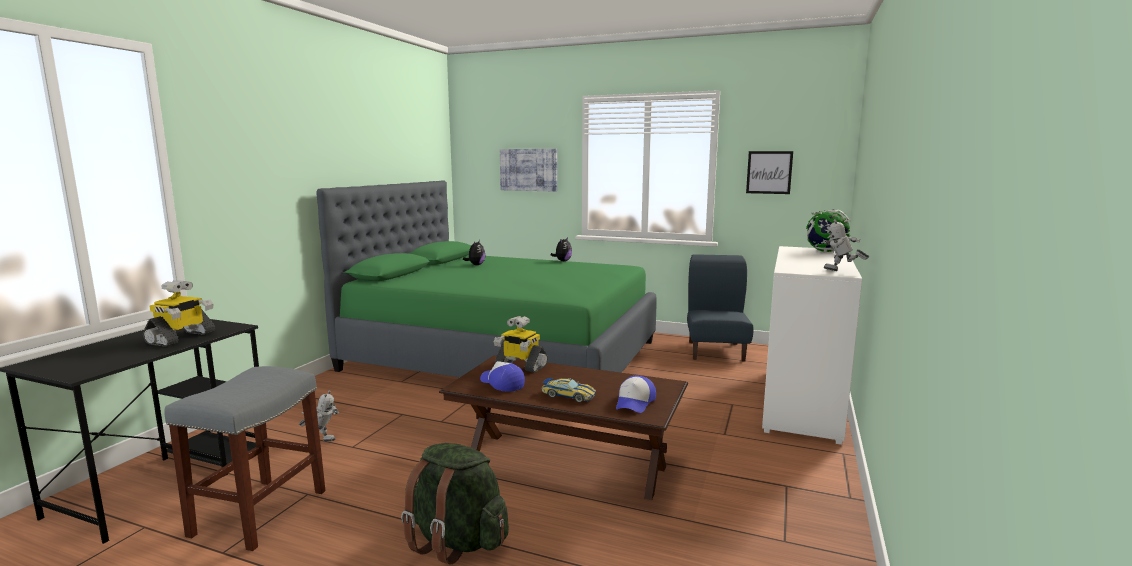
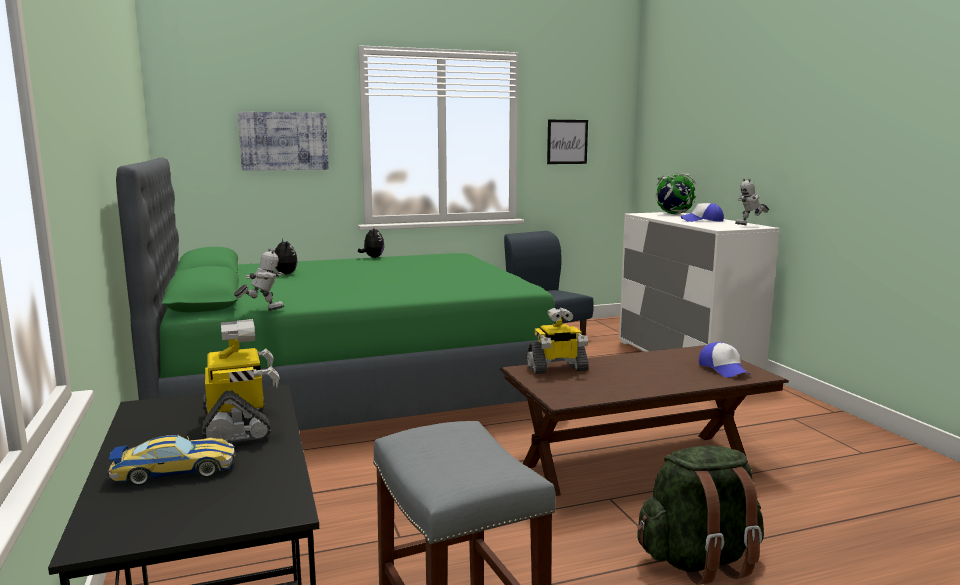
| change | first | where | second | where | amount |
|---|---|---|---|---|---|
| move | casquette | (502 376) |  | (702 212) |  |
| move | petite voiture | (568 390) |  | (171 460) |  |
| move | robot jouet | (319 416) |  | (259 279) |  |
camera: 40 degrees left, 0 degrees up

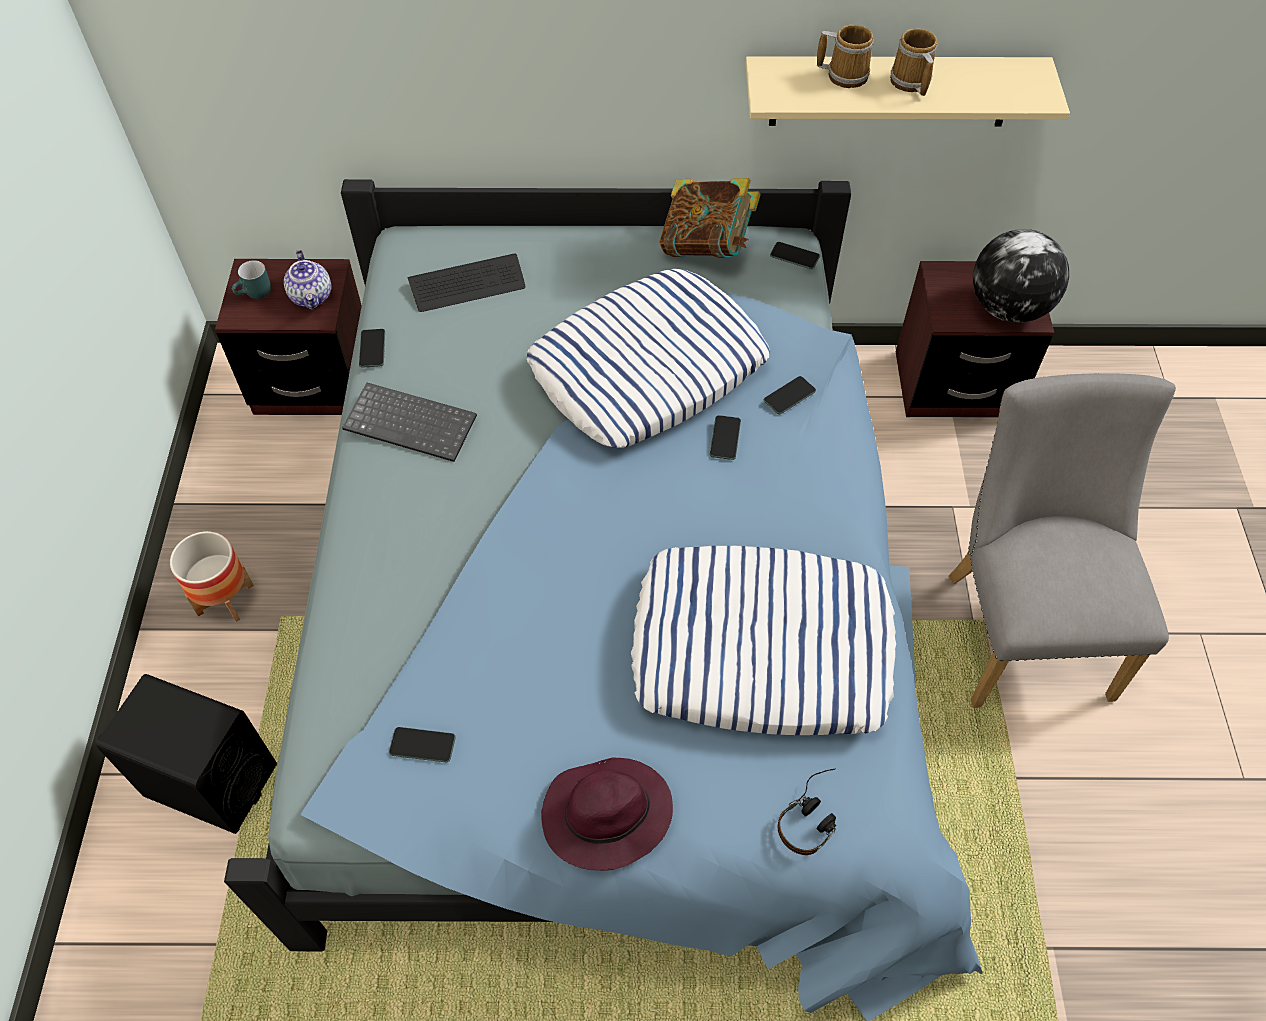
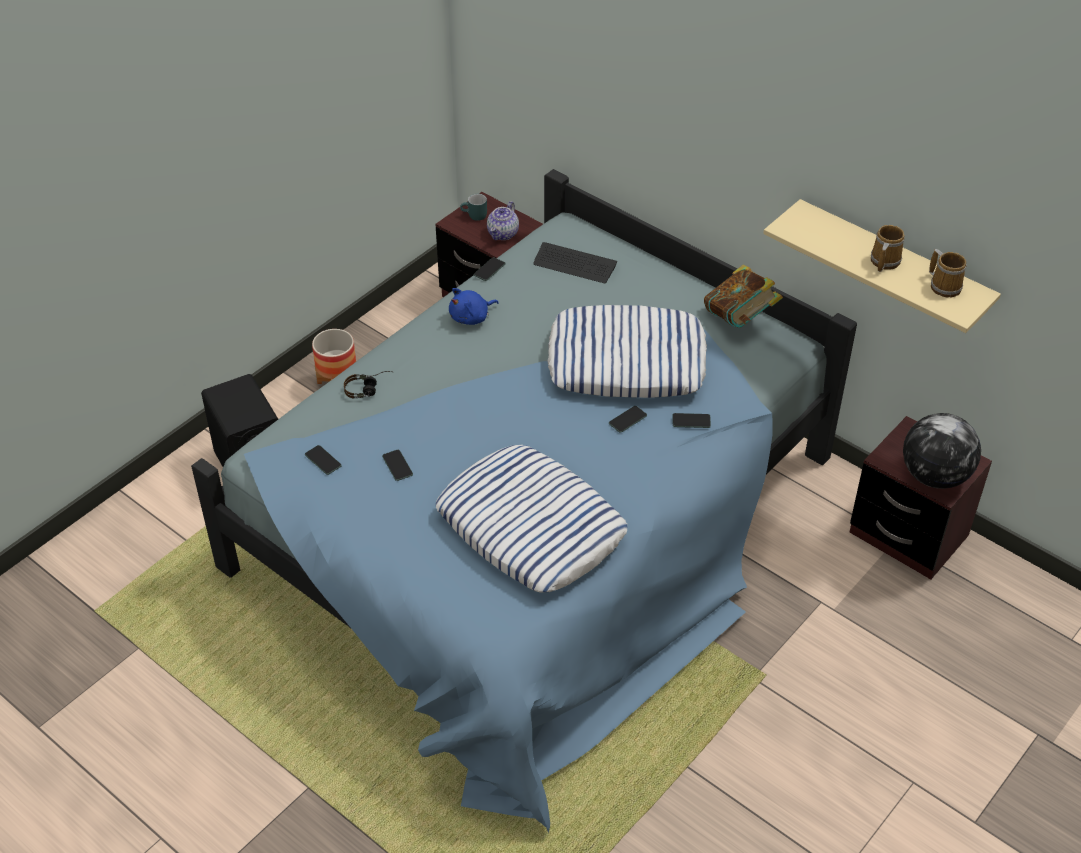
| change | first | where | second | where | amount |
|---|---|---|---|---|---|
| move | mug | (845 56) |  | (948 273) |  |
| move | téléphone | (795 255) |  | (397 465) |  |
| delete | chaise/gris | (1062 540) |  |  |  |
| replace | clavier | (409 422) | peluche/bleu | (474 306) |  |
| delete | chapeau/violet | (607 814) |  |  |  |
| move | casque audio | (807 812) |  | (369 385) |  |
camera: 40 degrees right, 10 degrees down

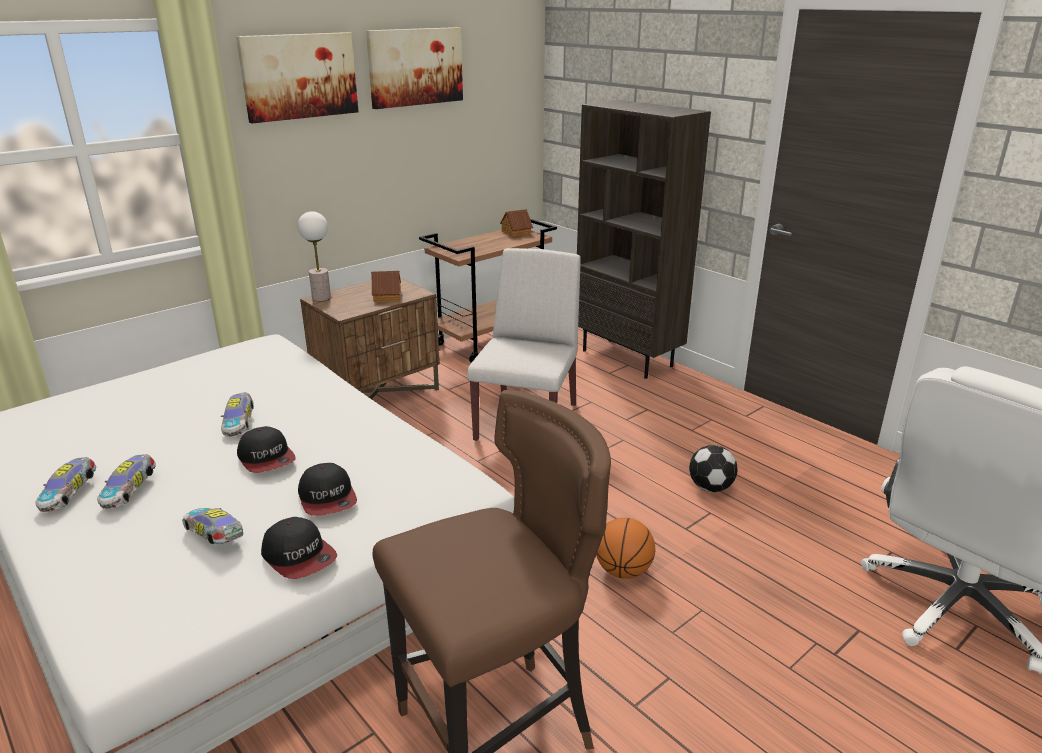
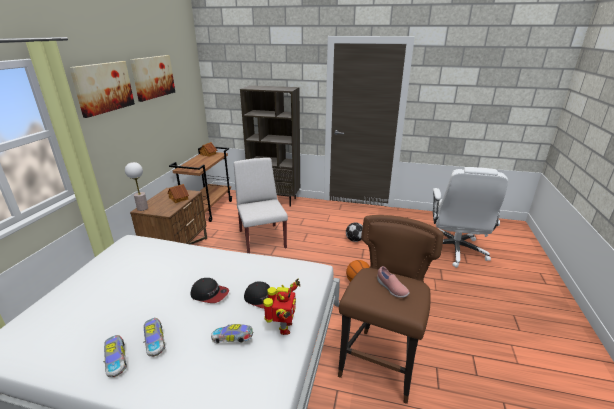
| change | first | where | second | where | amount |
|---|---|---|---|---|---|
| delete | petite voiture | (237 414) |  |  |  |
| replace | casquette | (299 548) | robot jouet | (281 307) |  |
| insert |  |  | chaussure/rose | (393 282) |  |
camera: 35 degrees left, 0 degrees up

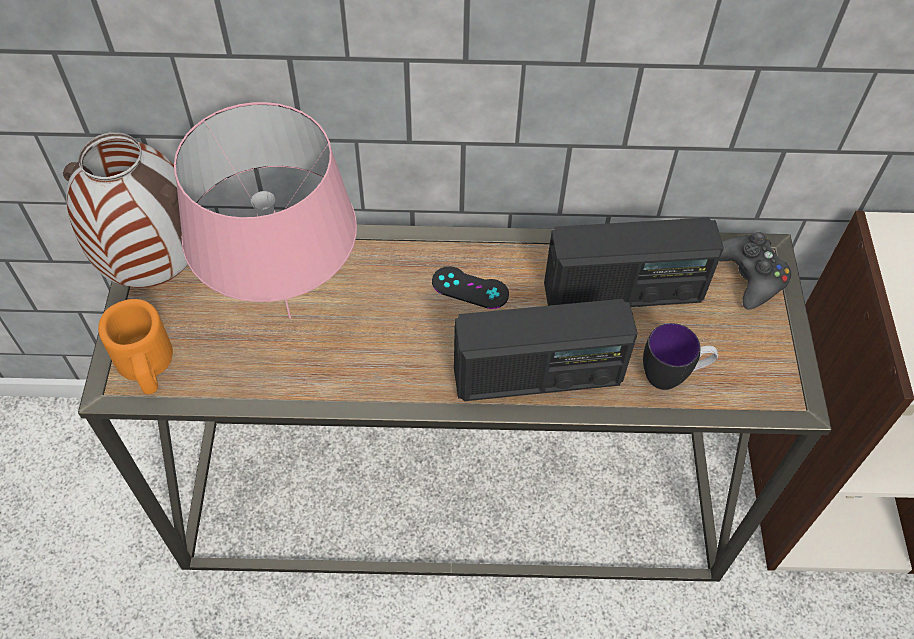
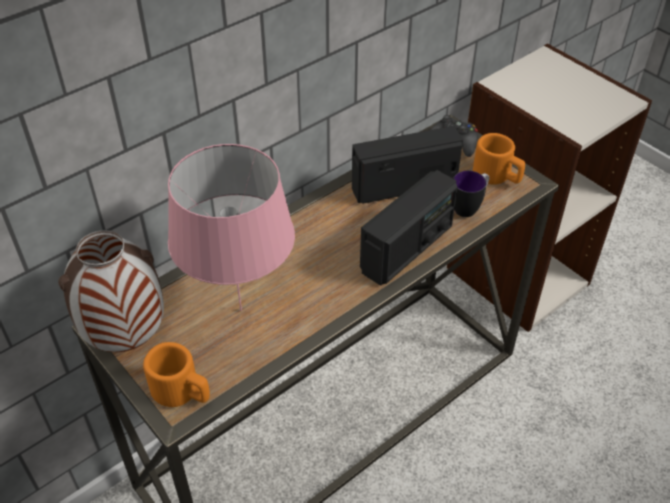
| change | first | where | second | where | amount |
|---|---|---|---|---|---|
| rotate | radio | (634 262) |  | (407 165) | 150 degrees counterclockwise |
| delete | manette/noir | (470 287) |  |  |  |
| insert |  |  | mug/orange | (499 159) |  |
camera: 40 degrees left, 10 degrees down

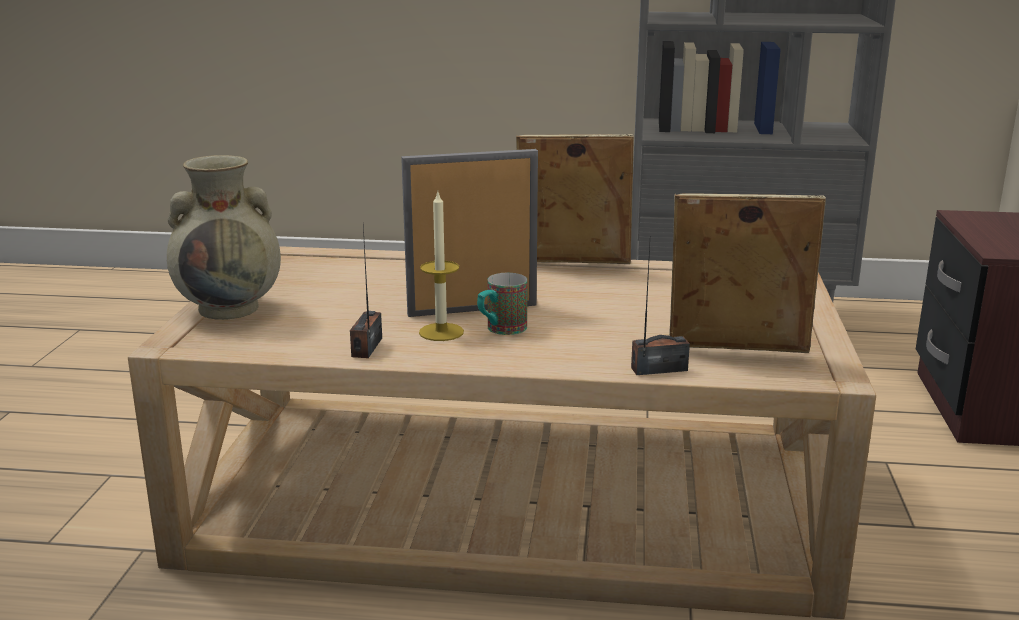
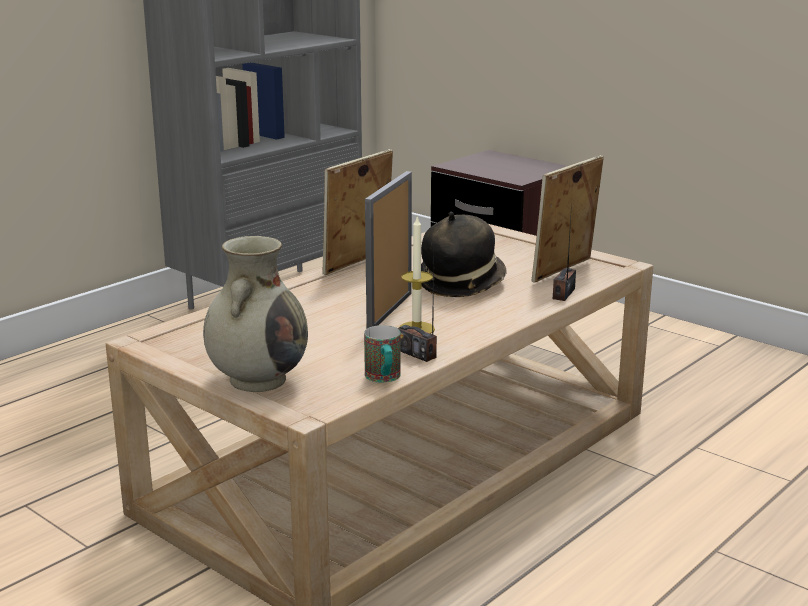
| change | first | where | second | where | amount |
|---|---|---|---|---|---|
| move | mug | (502 304) |  | (382 354) |  |
| insert |  |  | chapeau | (464 254) |  |
camera: 55 degrees left, 0 degrees up

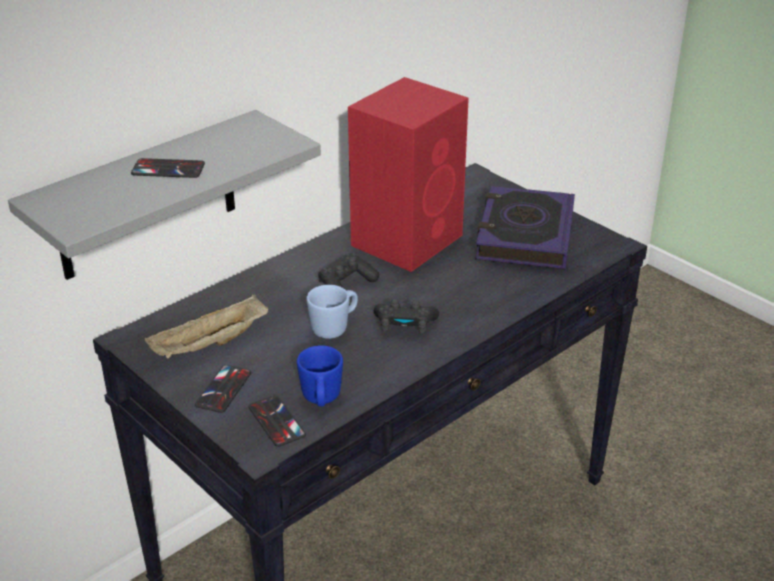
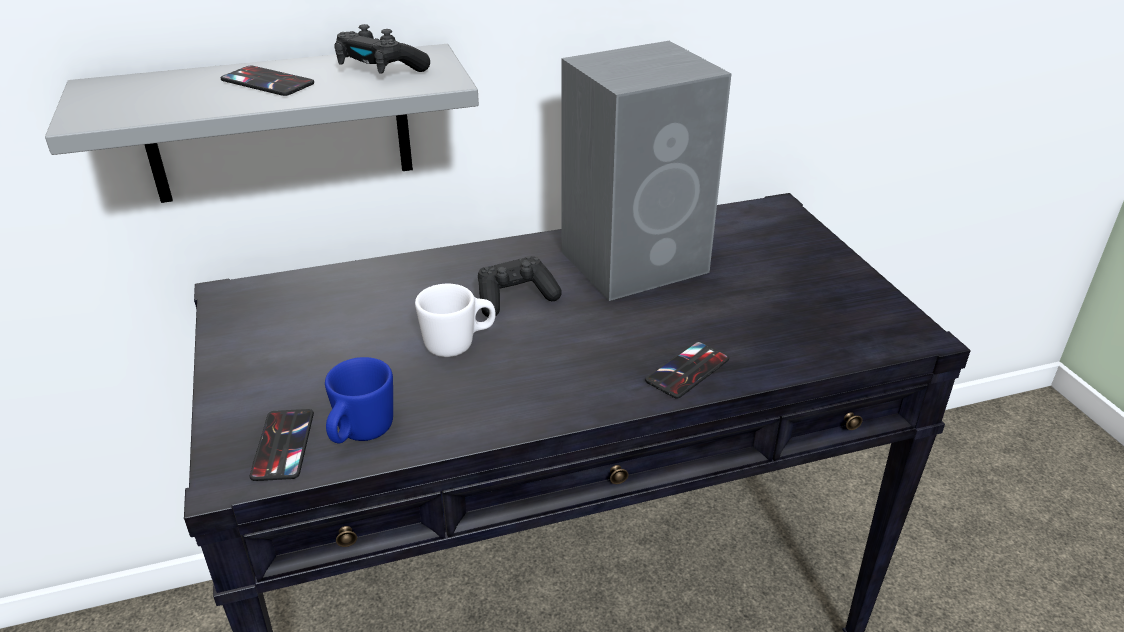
| change | first | where | second | where | amount |
|---|---|---|---|---|---|
| recolor | enceinte/rouge | (408 174) | enceinte/gris | (646 171) |  |
| delete | livre | (525 227) |  |  |  |
| recolor | mug/bleu | (332 312) | mug/blanc | (455 320) |  |
| delete | plateau/beige | (206 326) |  |  |  |
| move | manette/noir | (406 316) |  | (382 49) |  |
| move | téléphone | (223 389) |  | (687 369) |  |
camera: 25 degrees right, 0 degrees up

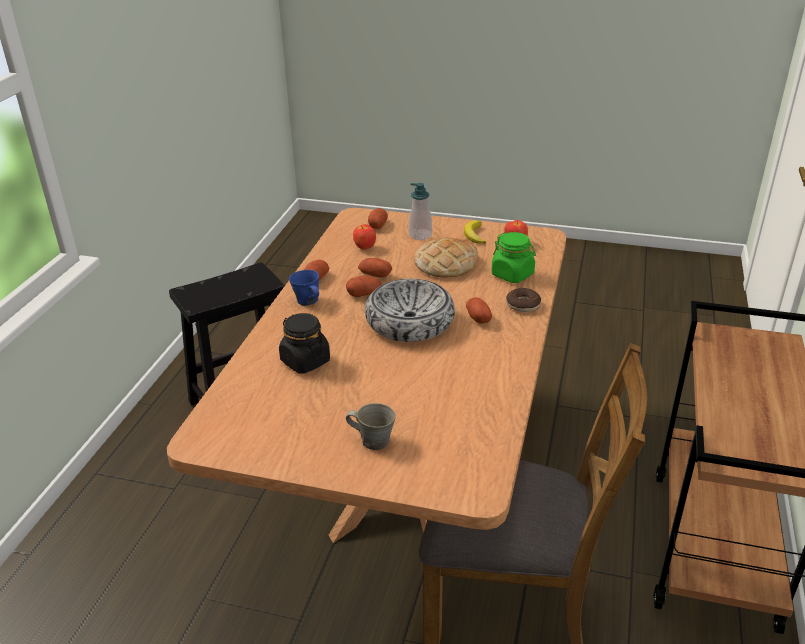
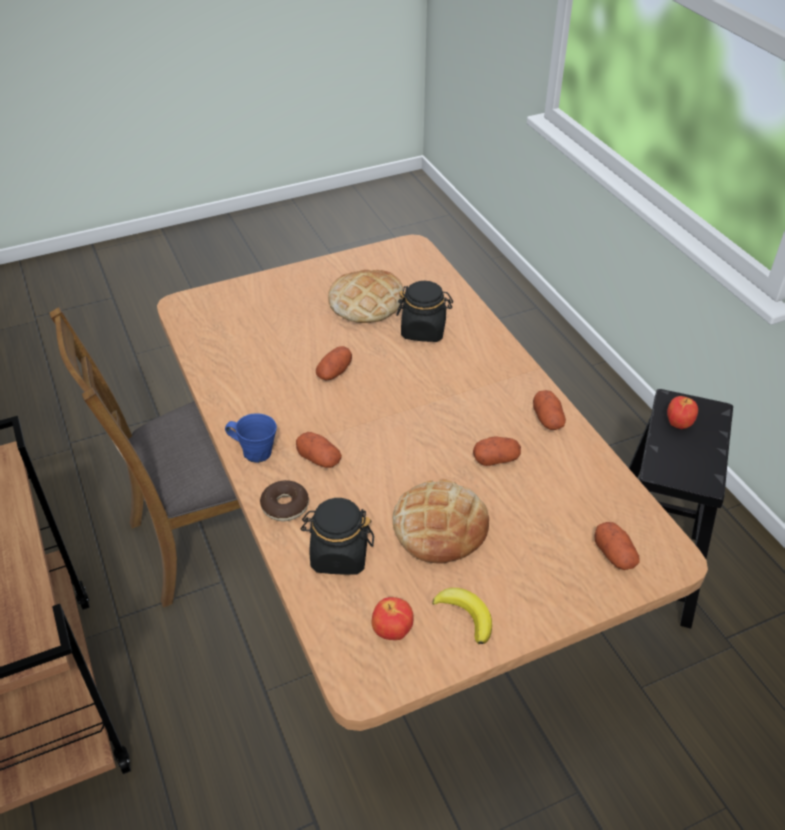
| change | first | where | second | where | amount |
|---|---|---|---|---|---|
| delete | distributeur de savon | (420 211) |  |  |  |
| move | pomme | (364 237) |  | (682 412) |  |
| recolor | bocal/vert | (513 257) | bocal/noir | (337 536) |  |
| move | mug/bleu | (304 288) |  | (251 438) |  |
| move | pomme de terre | (364 286) |  | (334 363) |  |
| delete | bol | (410 310) |  |  |  |
| delete | mug/gris | (371 426) |  |  |  |
| insert |  |  | pain | (365 296) |  |
camera: 140 degrees right, 10 degrees up

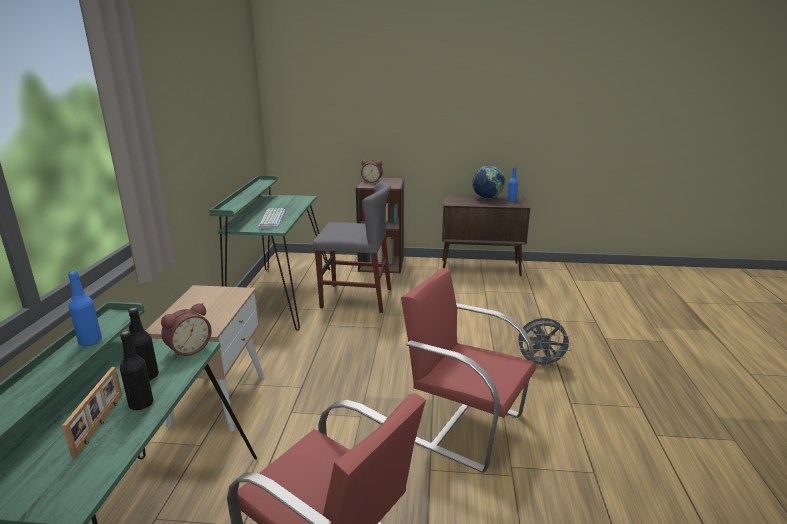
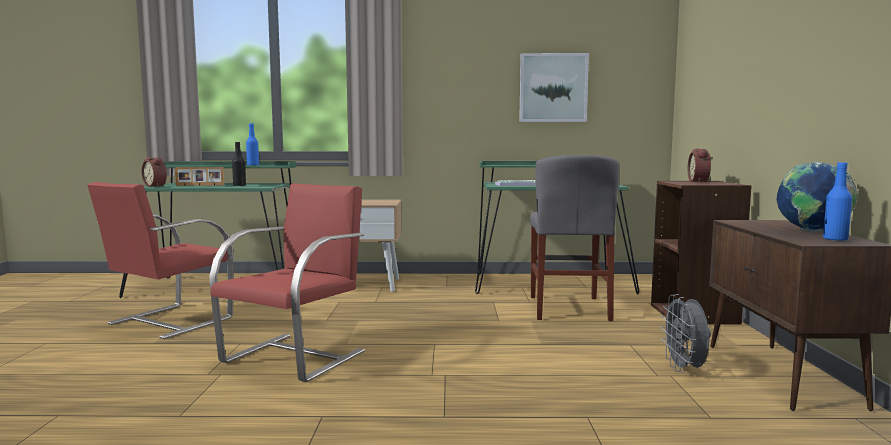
| change | first | where | second | where | amount |
|---|---|---|---|---|---|
| move | réveil | (186 330) |  | (154 172) |  |
| move | ventilateur/gris | (544 343) |  | (685 333) |  |
| delete | bouteille/noir | (136 370) |  |  |  |
| insert |  |  | tableau | (554 87) |  |
camera: 85 degrees right, 15 degrees down

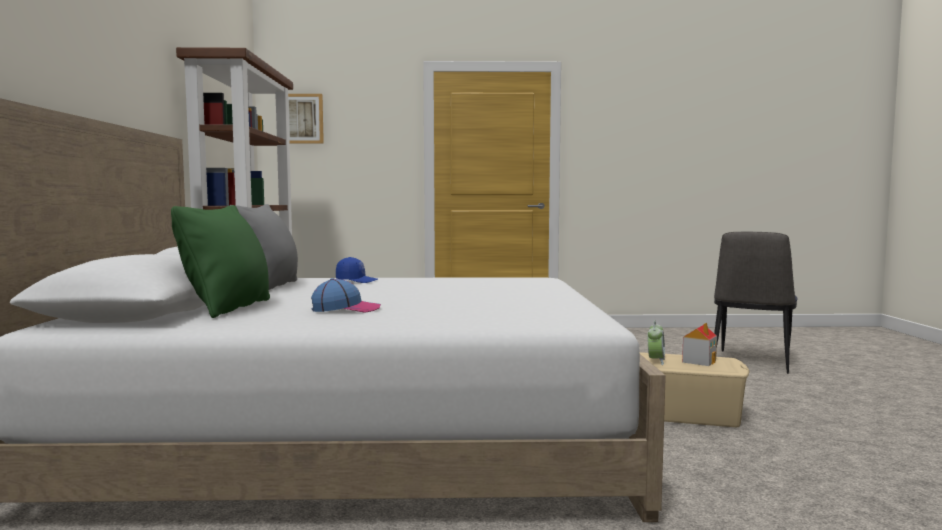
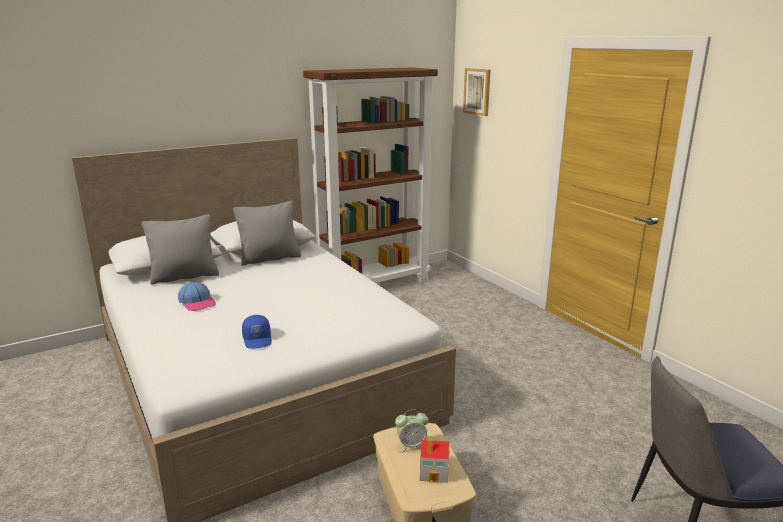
| change | first | where | second | where | amount |
|---|---|---|---|---|---|
| recolor | coussin/vert | (220 261) | coussin/gris | (180 249) |  |
| move | casquette/bleu | (357 270) |  | (257 332) |  |
camera: 60 degrees right, 15 degrees up

